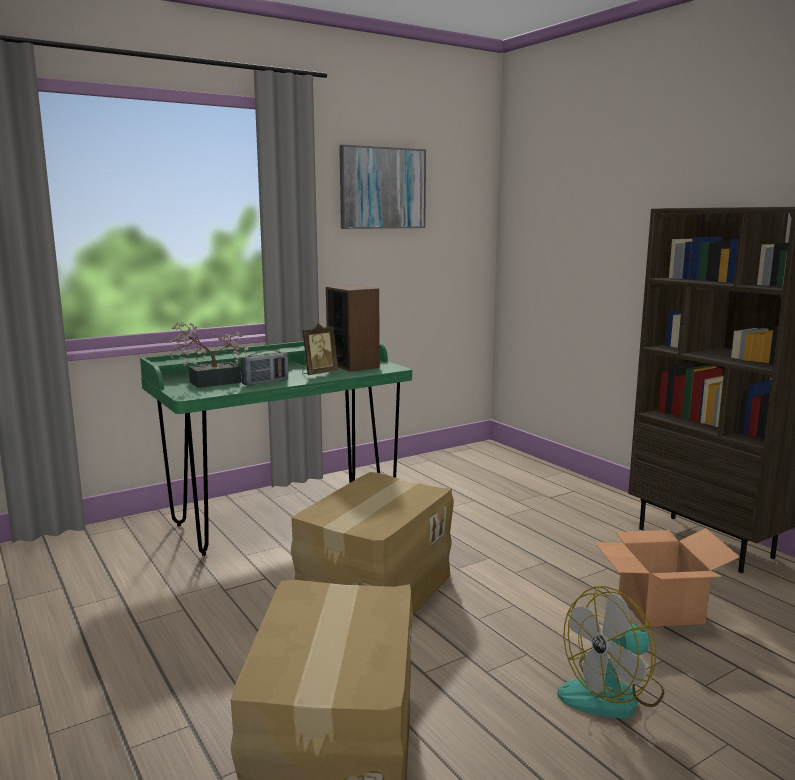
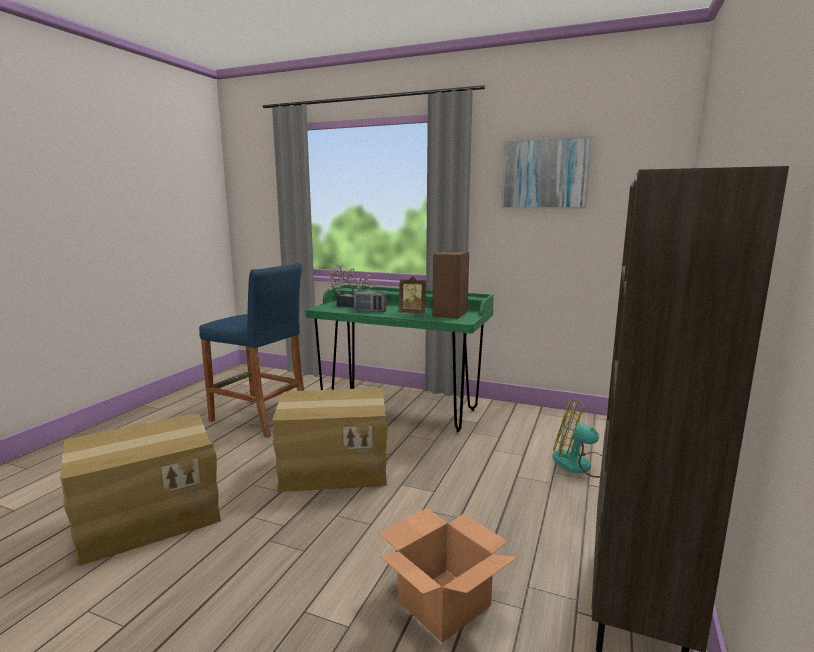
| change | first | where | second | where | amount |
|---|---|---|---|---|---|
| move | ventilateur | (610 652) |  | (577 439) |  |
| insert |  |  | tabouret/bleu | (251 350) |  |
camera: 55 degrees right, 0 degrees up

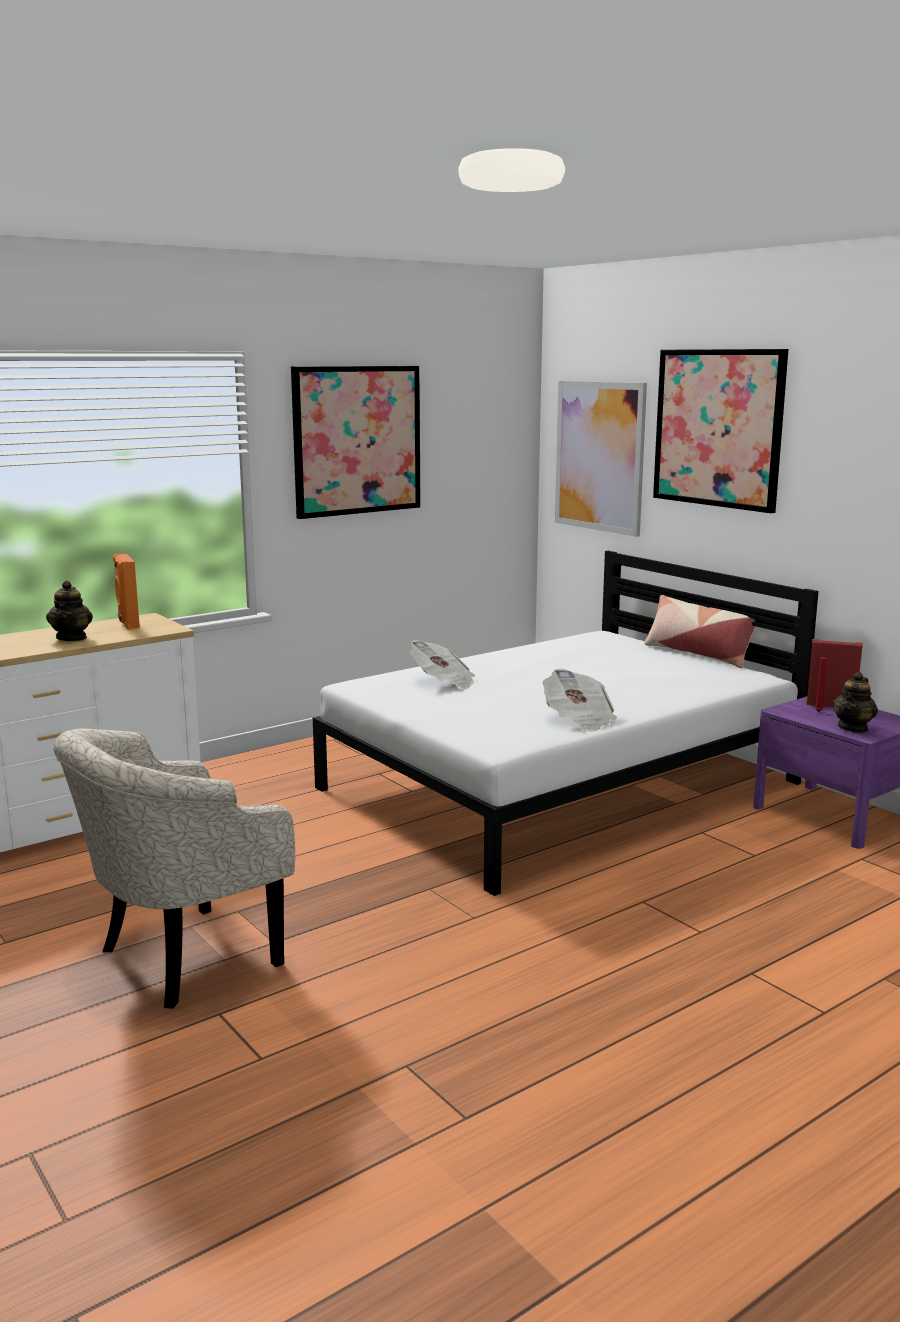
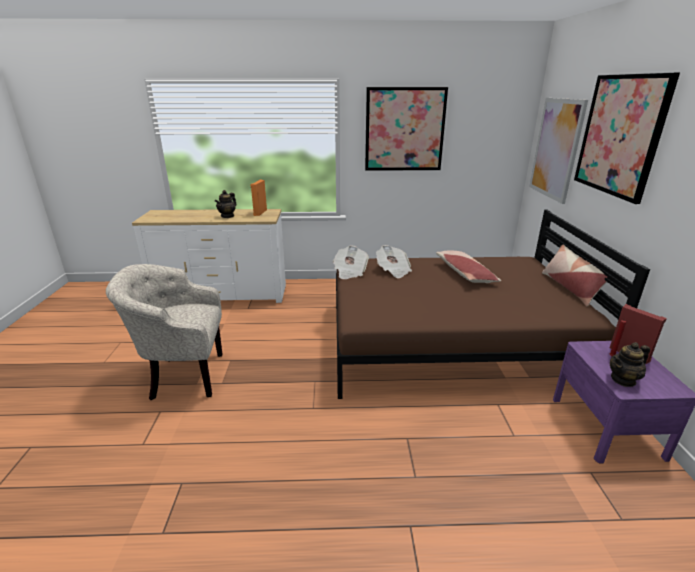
| change | first | where | second | where | amount |
|---|---|---|---|---|---|
| recolor | lit/blanc | (566 723) | lit/marron | (493 304) |  |
| move | journal | (579 700) |  | (351 262) |  |
| insert |  |  | coussin | (468 266) |  |
camera: 35 degrees right, 10 degrees up

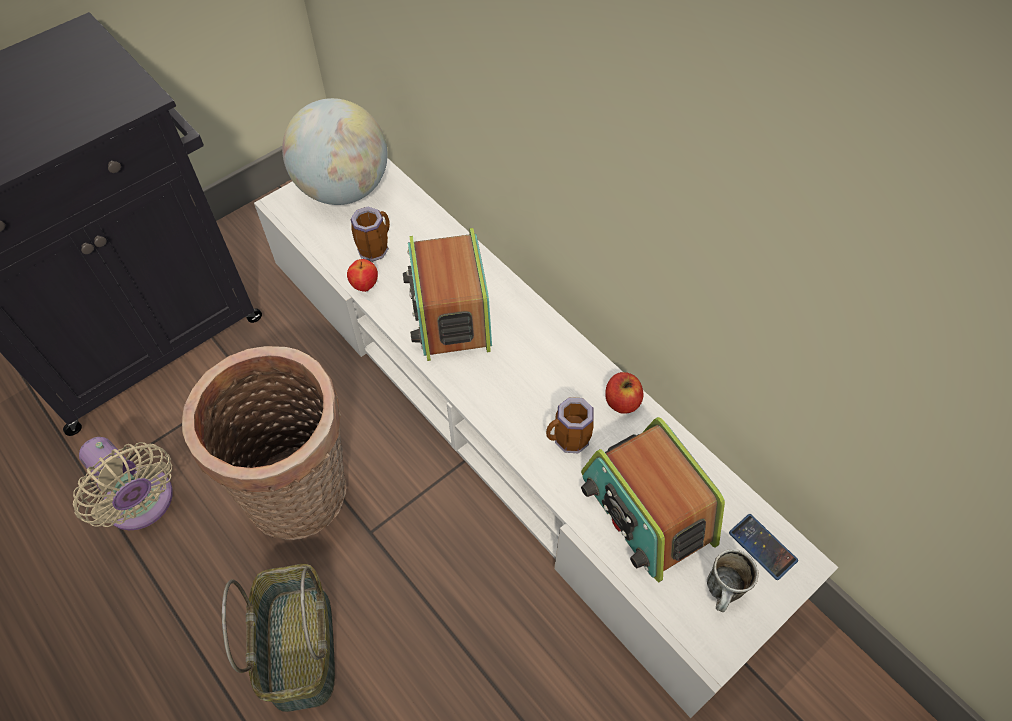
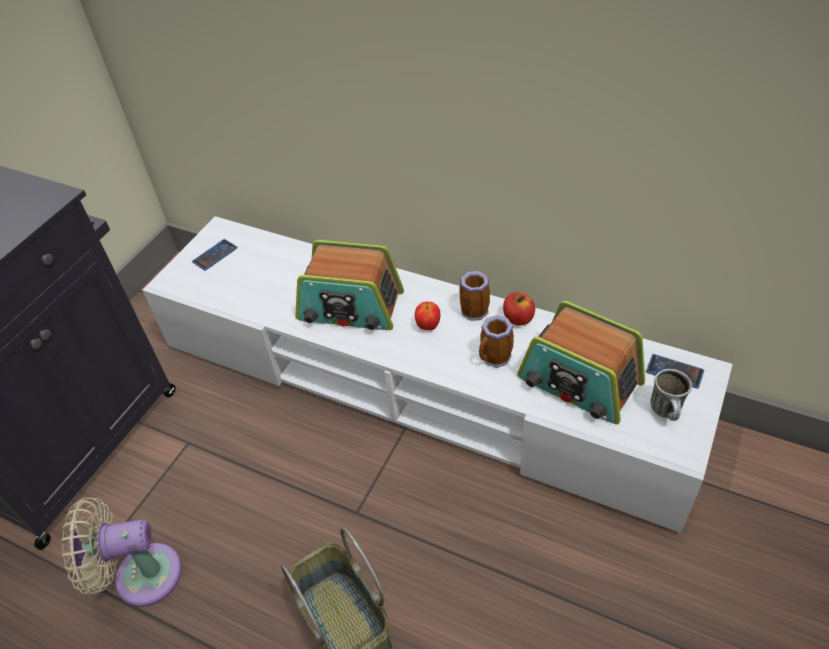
| change | first | where | second | where | amount |
|---|---|---|---|---|---|
| replace | globe | (335 151) | téléphone | (214 255) |  |
| move | mug | (370 234) |  | (474 296) |  |
| rotate | radio | (447 294) |  | (349 285) | 45 degrees counterclockwise |
| move | pomme | (362 275) |  | (427 316) |  |
| delete | panier | (264 443) |  |  |  |
| rotate | ventilateur/beige | (123 483) |  | (121 552) | 150 degrees clockwise |
camera: 20 degrees left, 10 degrees down

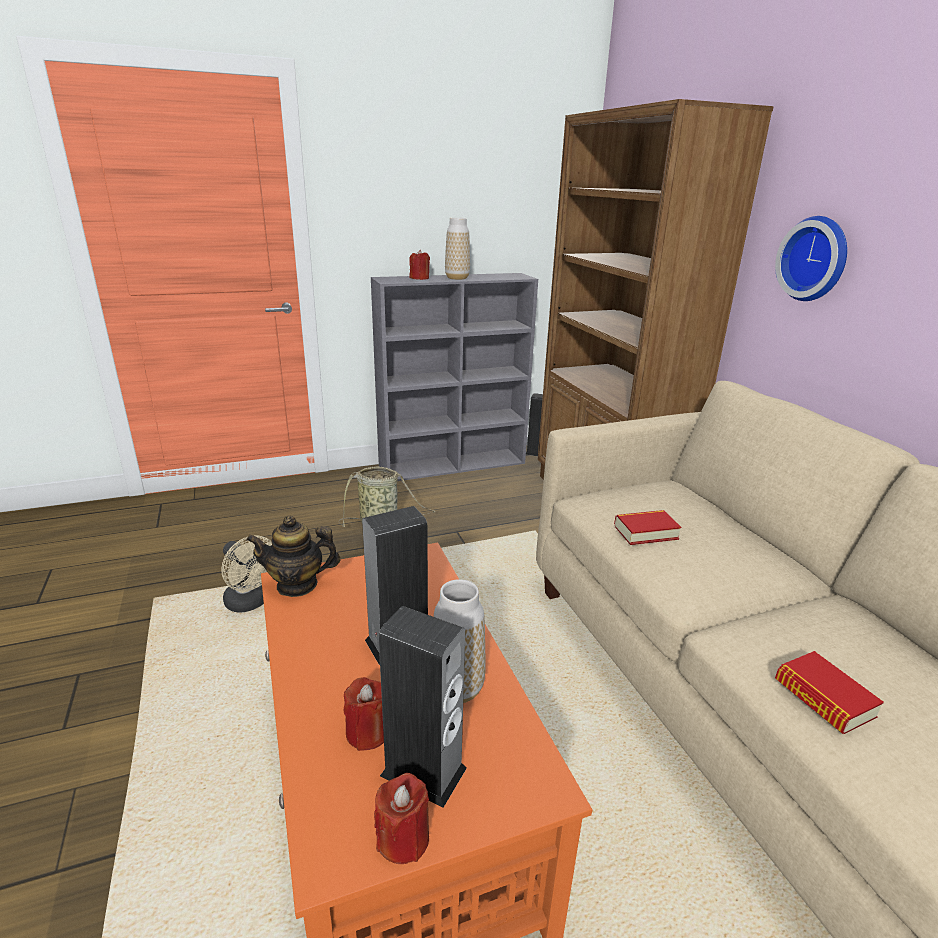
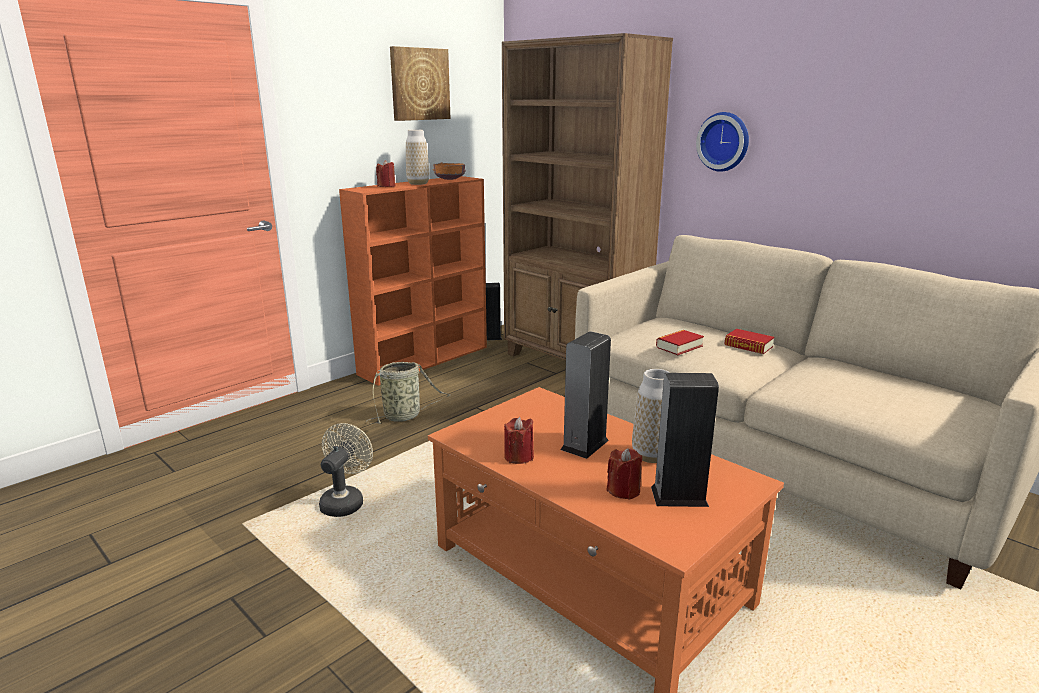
| change | first | where | second | where | amount |
|---|---|---|---|---|---|
| recolor | bibliothèque/gris | (454 377) | bibliothèque/orange | (413 281) |  |
| delete | théière | (293 556) |  |  |  |
| rotate | ventilateur/beige | (246 574) |  | (346 470) | 90 degrees counterclockwise |
| move | livre | (829 693) |  | (749 341) |  |
| move | bougie/rouge | (401 818) |  | (519 440) |  |
| insert |  |  | tableau | (420 83) |  |
| insert |  |  | bol/orange | (449 171) |  |
camera: 25 degrees left, 5 degrees down

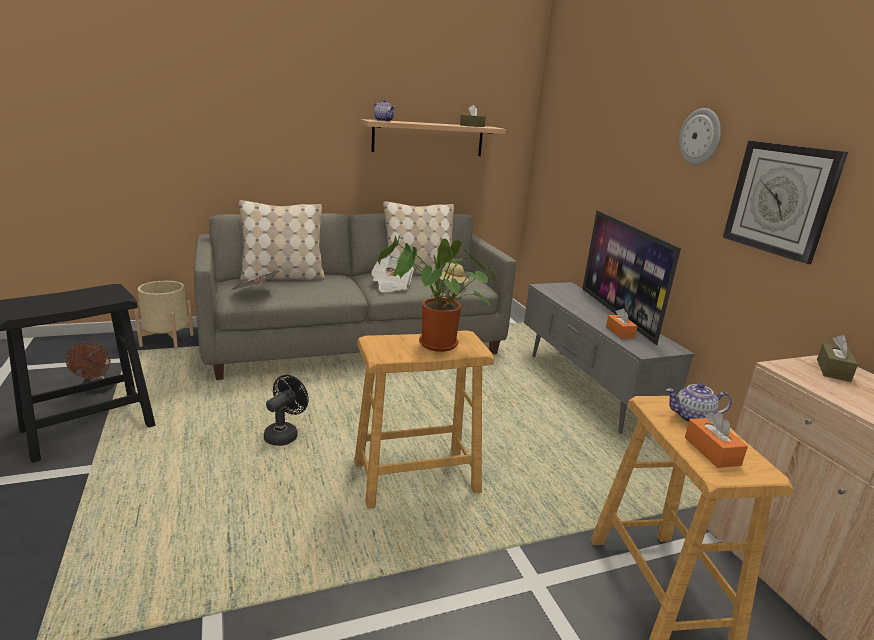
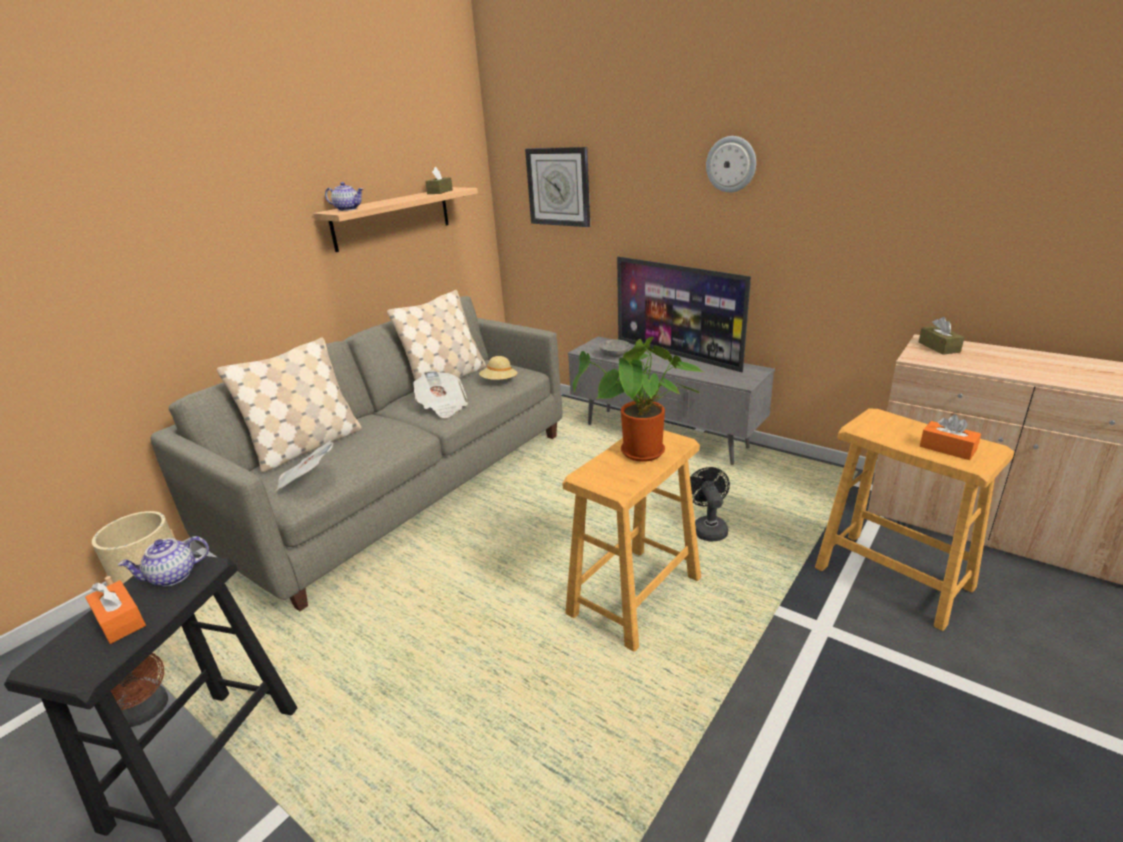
| change | first | where | second | where | amount |
|---|---|---|---|---|---|
| move | horloge murale | (785 202) |  | (557 187) |  |
| move | boîte à mouchoirs/orange | (621 323) |  | (115 612) |  |
| move | ventilateur/noir | (286 410) |  | (710 504) |  |
| move | théière | (699 402) |  | (163 561) |  |
| insert |  |  | bol/gris | (614 348) |  |
camera: 30 degrees left, 5 degrees up

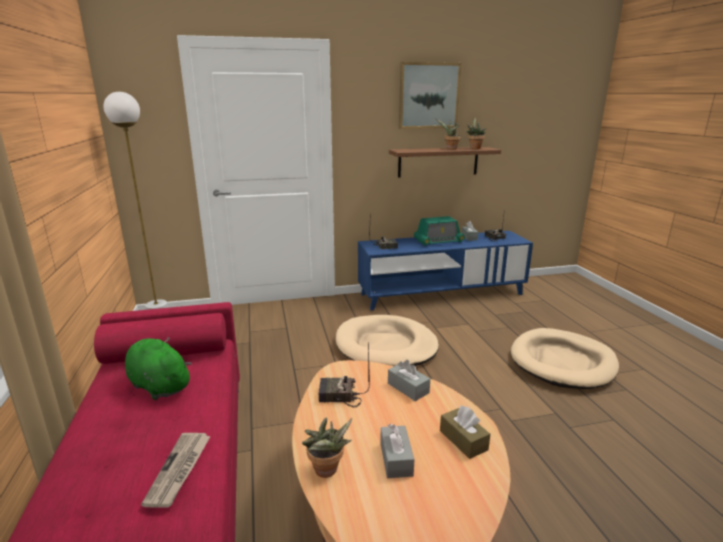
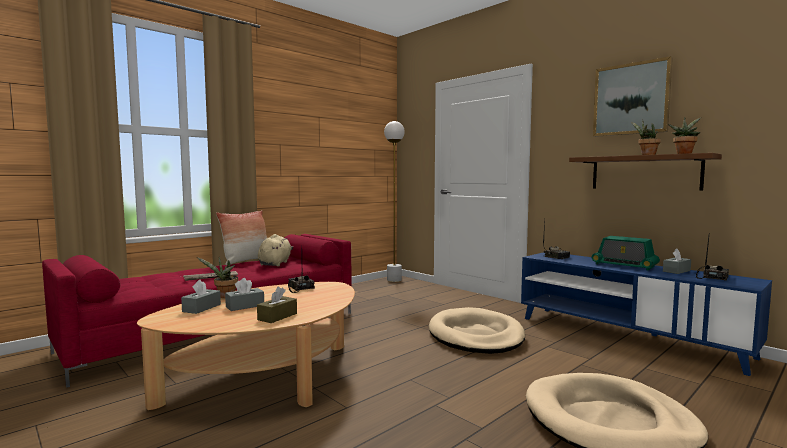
| change | first | where | second | where | amount |
|---|---|---|---|---|---|
| recolor | peluche/vert | (158 368) | peluche/beige | (275 250) |  |
| move | boîte à mouchoirs/gris | (409 380) |  | (201 297) |  |
| insert |  |  | coussin | (241 237) |  |
camera: 60 degrees right, 15 degrees down

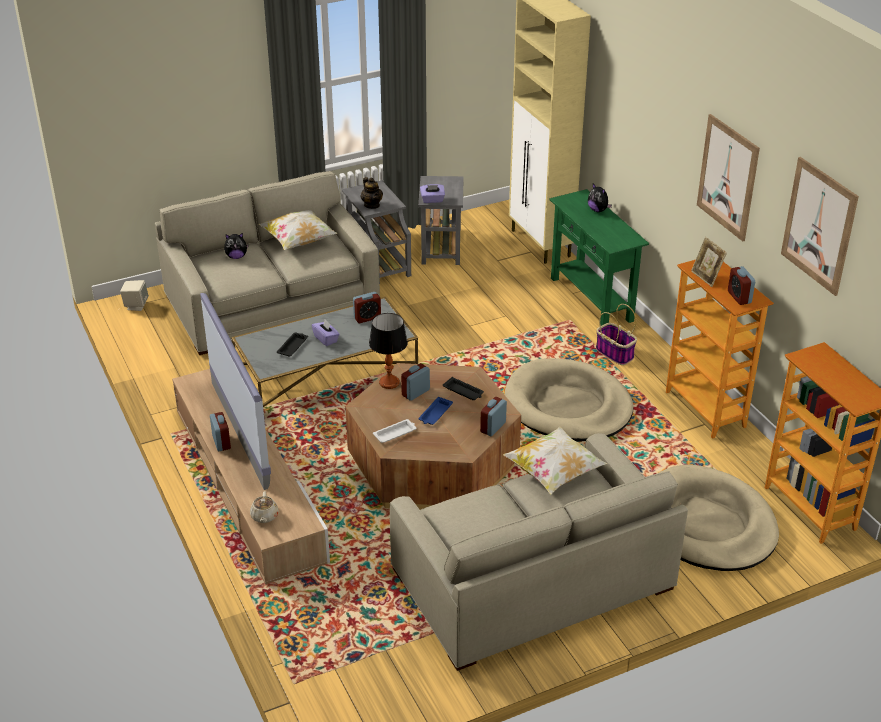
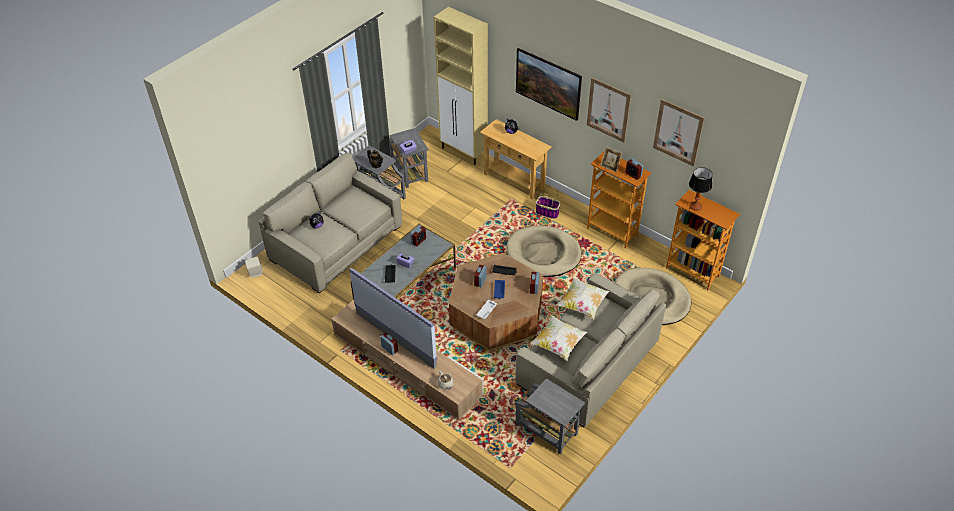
| change | first | where | second | where | amount |
|---|---|---|---|---|---|
| recolor | table console/vert | (599 257) | table console/beige | (516 159) |  |
| move | coussin | (298 230) |  | (558 338) |  |
| move | lampe de table | (388 351) |  | (701 189) |  |
| insert |  |  | tableau | (549 84) |  |
| insert |  |  | table d'appoint/gris | (550 416) |  |
camera: 25 degrees left, 10 degrees up

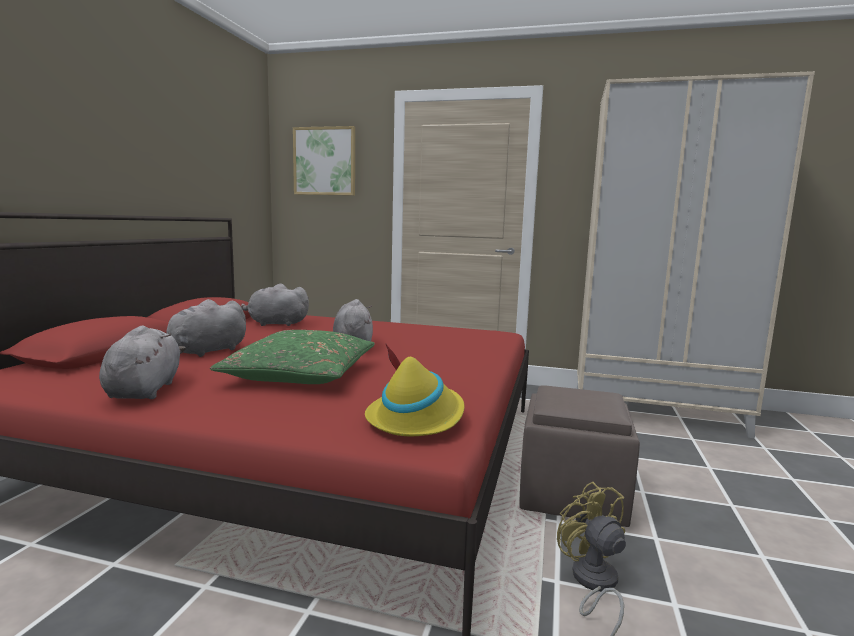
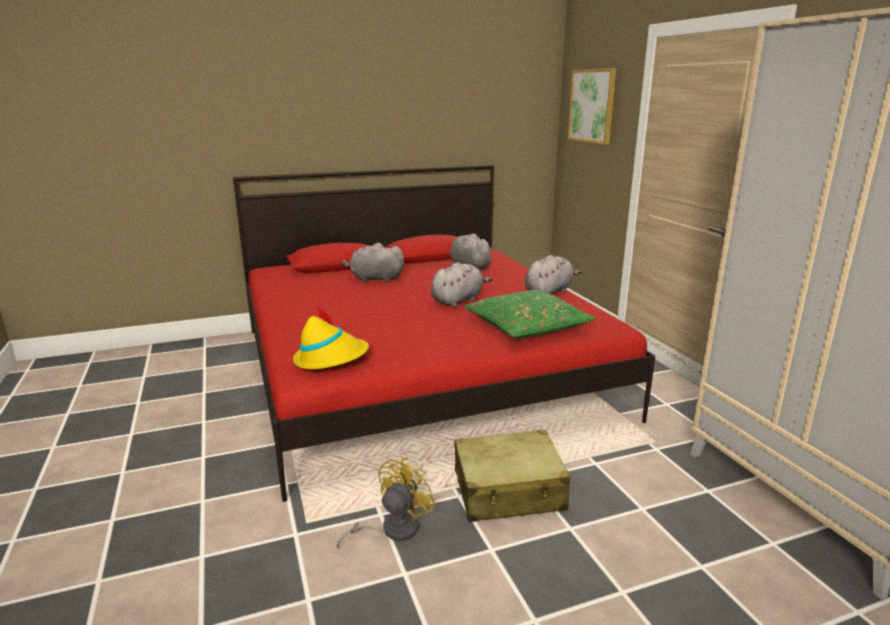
| change | first | where | second | where | amount |
|---|---|---|---|---|---|
| move | peluche/gris | (142 362) |  | (553 274) |  |
| move | coussin/vert | (292 357) |  | (530 314) |  |
| replace | pouf/marron | (579 456) | valise/beige | (512 476) |  |
camera: 55 degrees right, 10 degrees up

